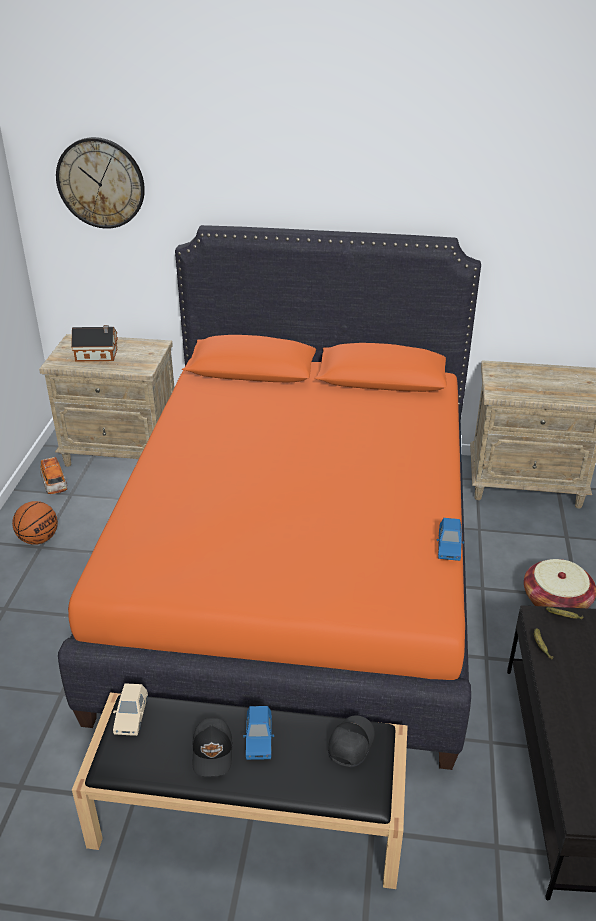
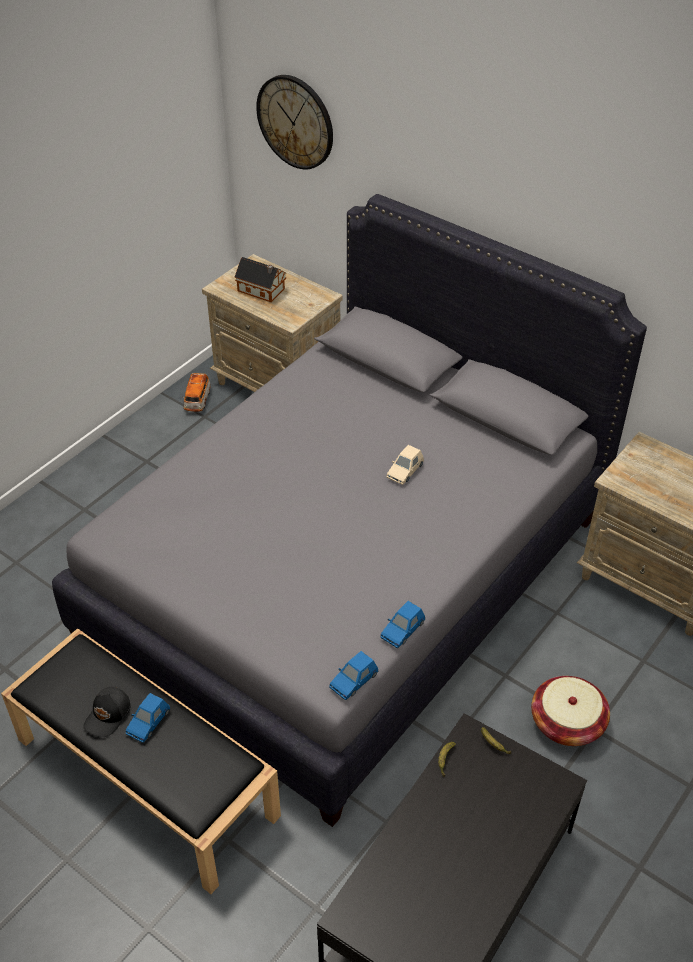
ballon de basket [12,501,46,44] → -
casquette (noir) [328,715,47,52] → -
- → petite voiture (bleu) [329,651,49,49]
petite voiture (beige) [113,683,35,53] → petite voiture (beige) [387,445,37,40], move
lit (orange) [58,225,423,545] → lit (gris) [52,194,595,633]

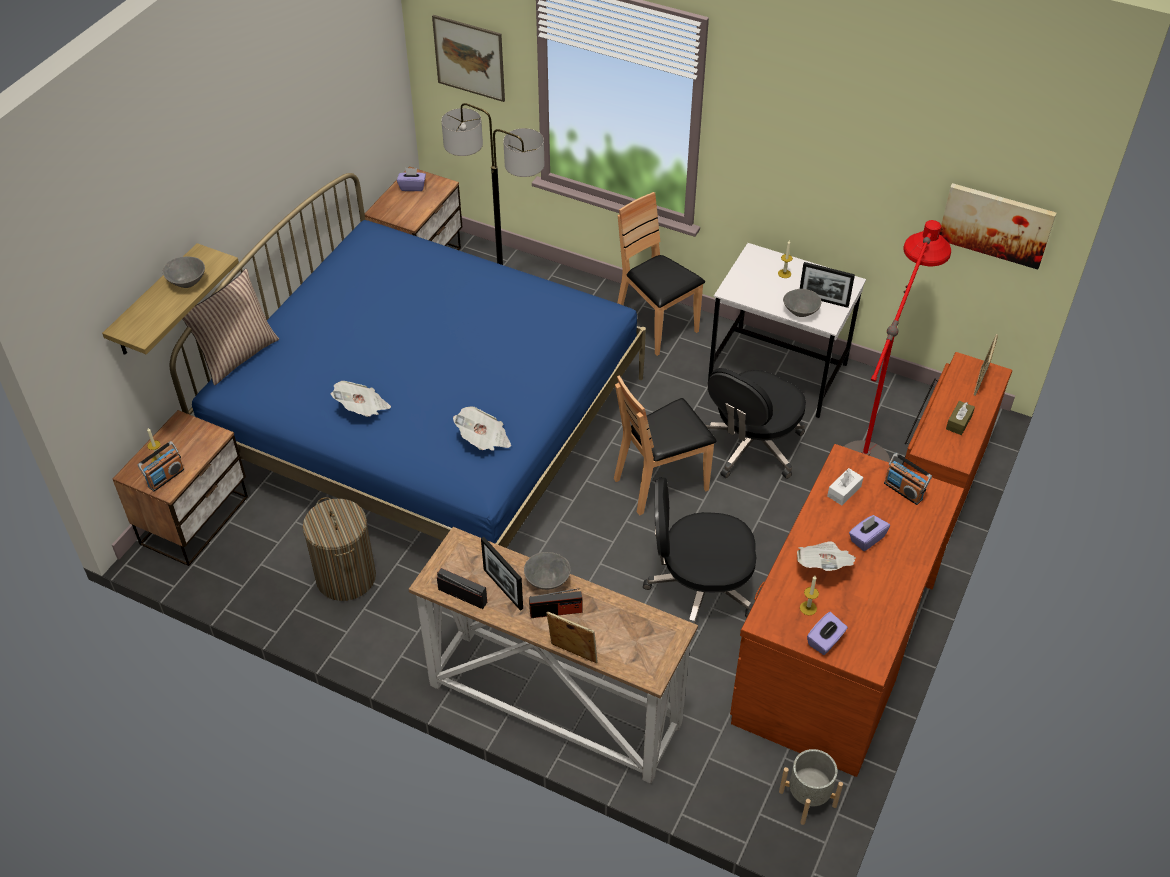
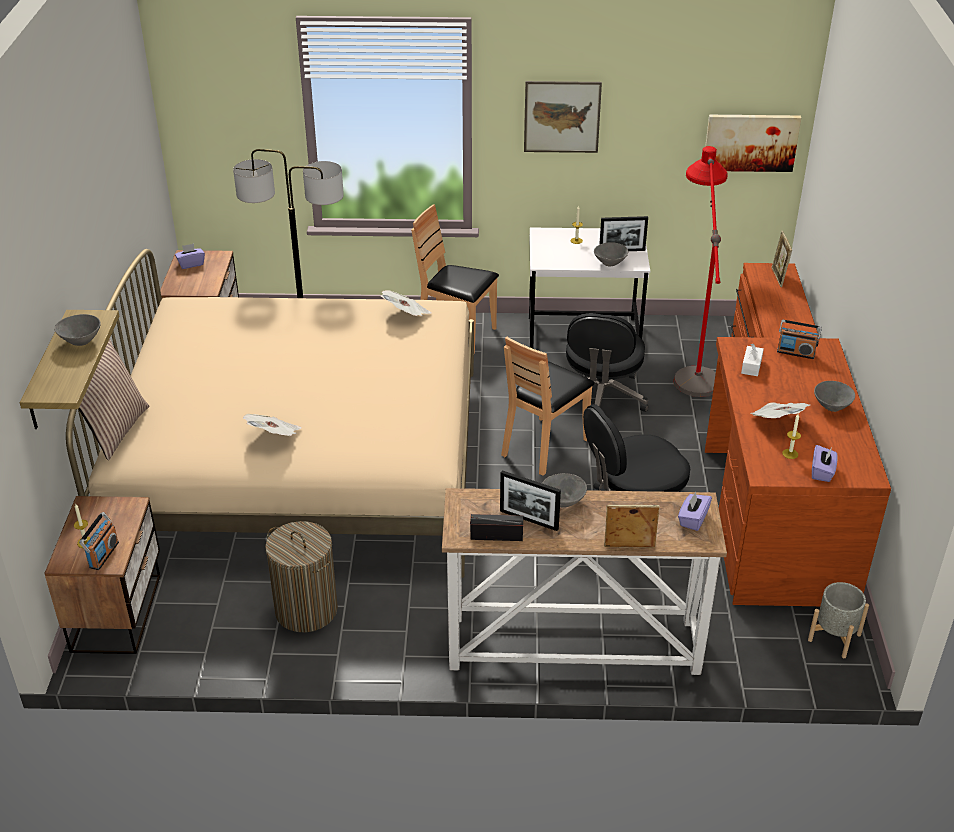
radio [529,588,54,30] → -
boîte à mouchoirs (marron) [946,401,29,34] → -
- → bol (gris) [814,381,41,31]
tableau [432,15,73,87] → tableau [524,81,78,72], move
journal [453,406,58,45] → journal [381,290,51,26], move
boîte à mouchoirs (violet) [849,515,41,36] → boîte à mouchoirs (violet) [678,492,34,39], move
lit (bleu) [170,173,476,375] → lit (beige) [66,249,408,329]

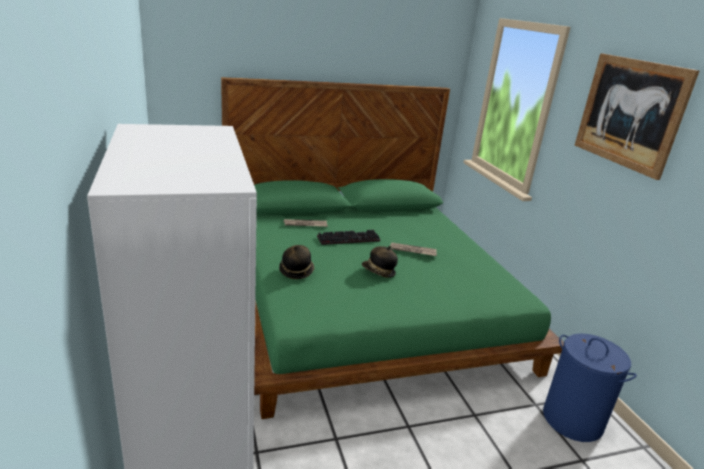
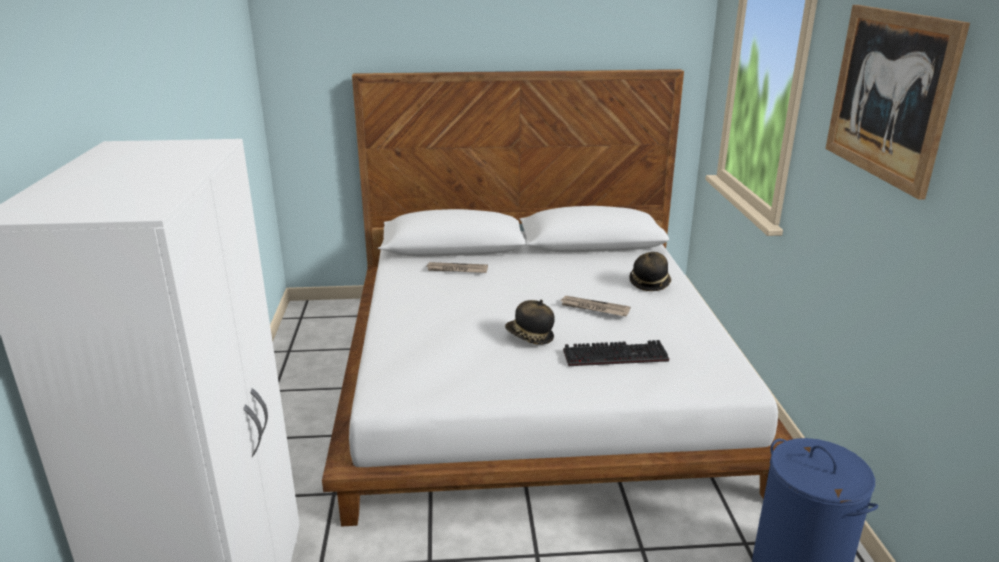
chapeau [279,245,35,34] → chapeau [629,252,42,39], move
clavier [317,230,63,15] → clavier [563,340,106,26], move
lit (vert) [221,77,343,342] → lit (blanc) [322,69,471,457]

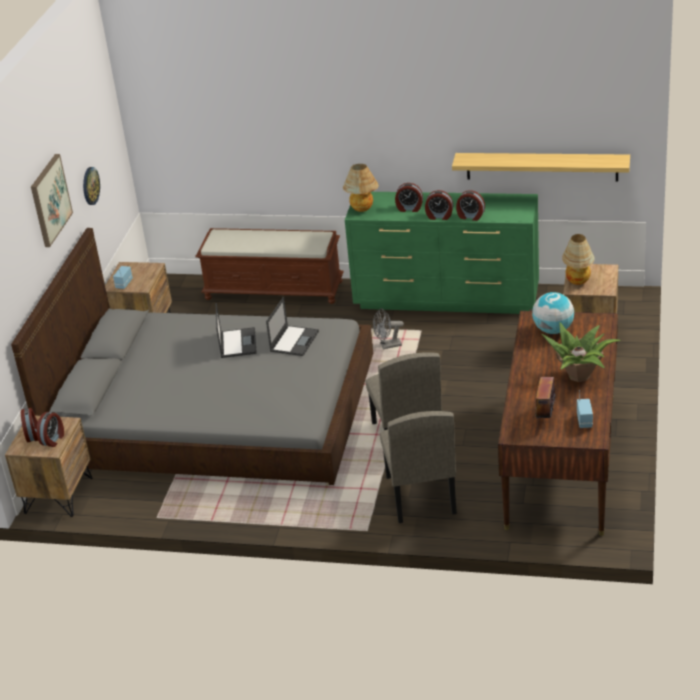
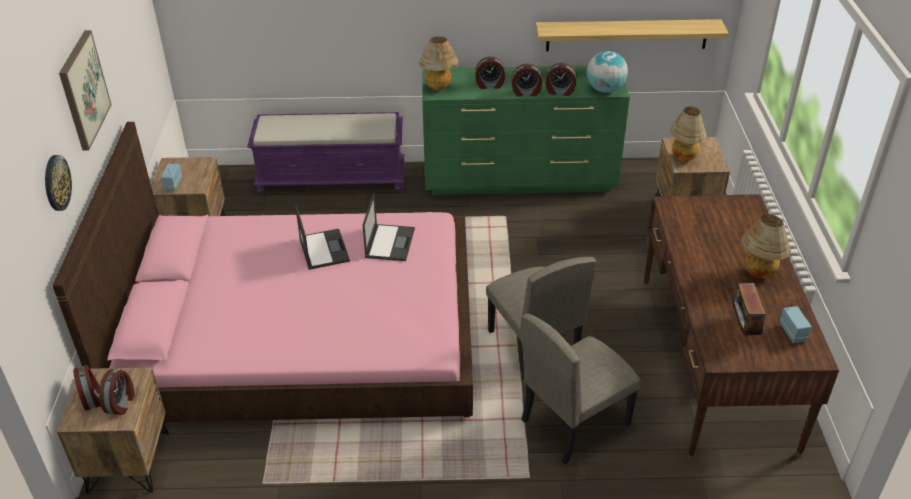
ventilateur (gris) [373,308,31,41] → -
horloge murale [83,167,17,38] → horloge murale [45,155,27,56], move
globe [532,292,42,42] → globe [587,51,41,42], move
plante en pot [542,322,78,60] → lampe de table [741,214,50,65]
lit (gris) [11,228,362,257] → lit (rose) [52,122,421,300]
banc (marron) [195,228,149,76] → banc (violet) [247,112,158,81]
chaise (beige) [380,411,77,112] → chaise (beige) [521,313,120,151], 75 degrees clockwise

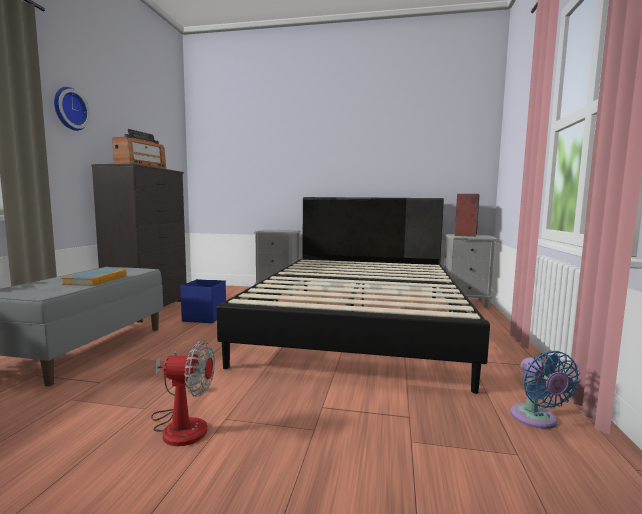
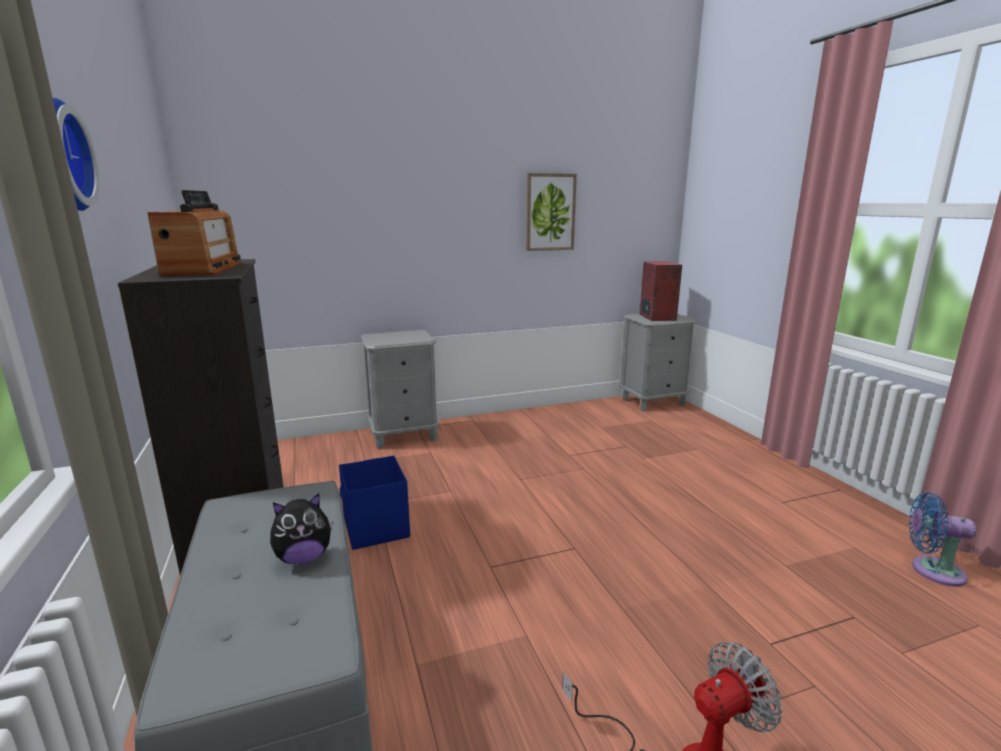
lit (noir) [217,197,273,197] → -
- → tableau [526,173,51,78]
livre [62,269,65,17] → peluche [270,493,63,72]
ventilateur (bleu) [511,351,69,78] → ventilateur (bleu) [909,492,67,94], 150 degrees clockwise

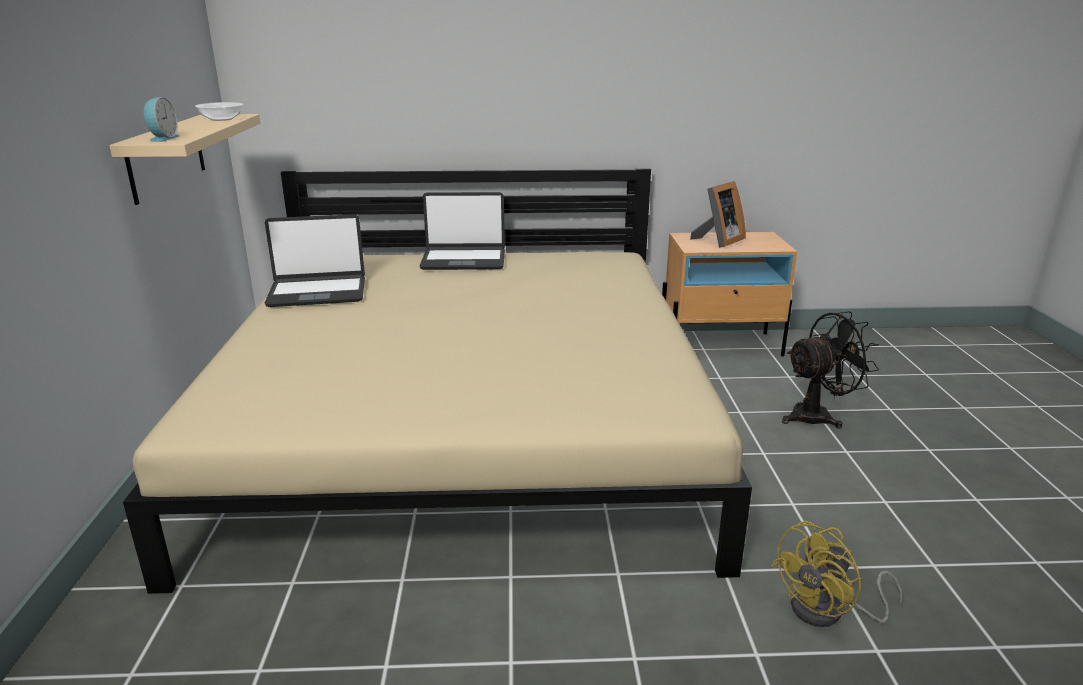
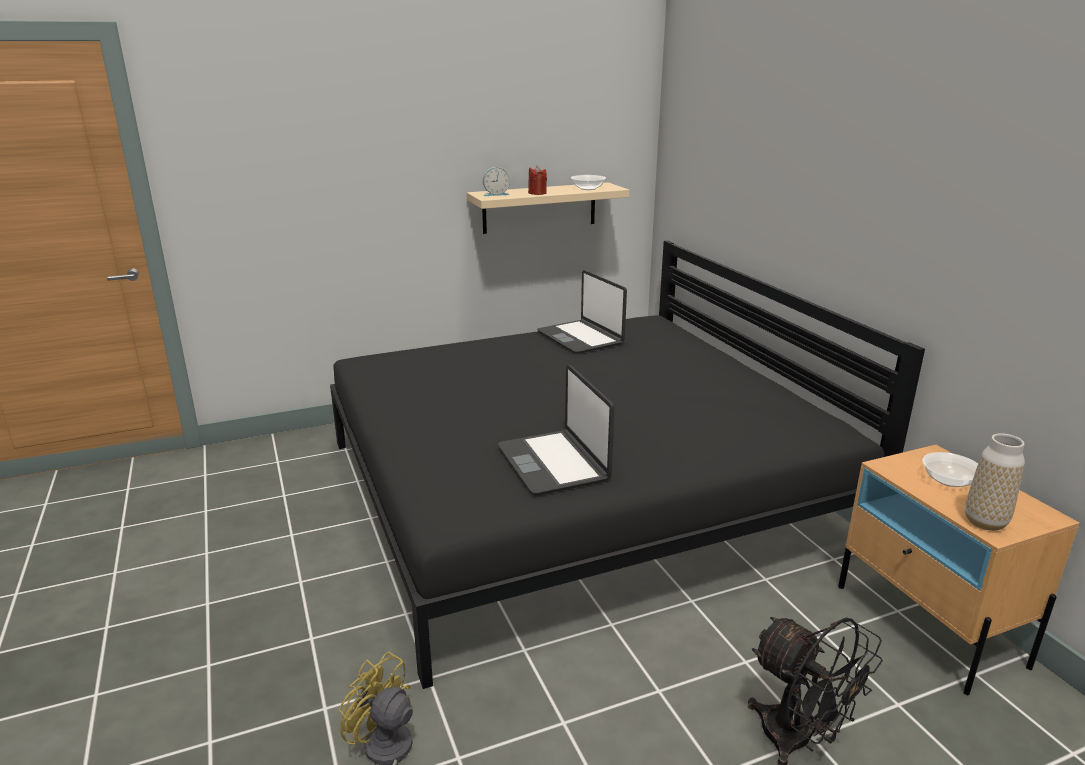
- → bougie (rouge) [528,166,19,29]
- → vase [965,433,60,98]
ordinateur portable [420,192,85,78] → ordinateur portable [498,365,117,131], move
cadre photo [690,181,56,67] → bol [922,452,56,35]
lit (beige) [123,168,629,426] → lit (noir) [330,240,595,449]

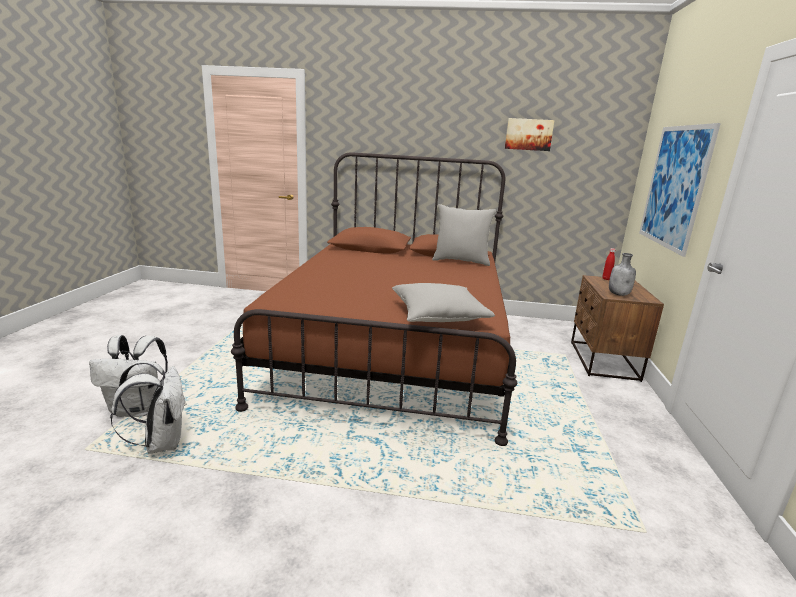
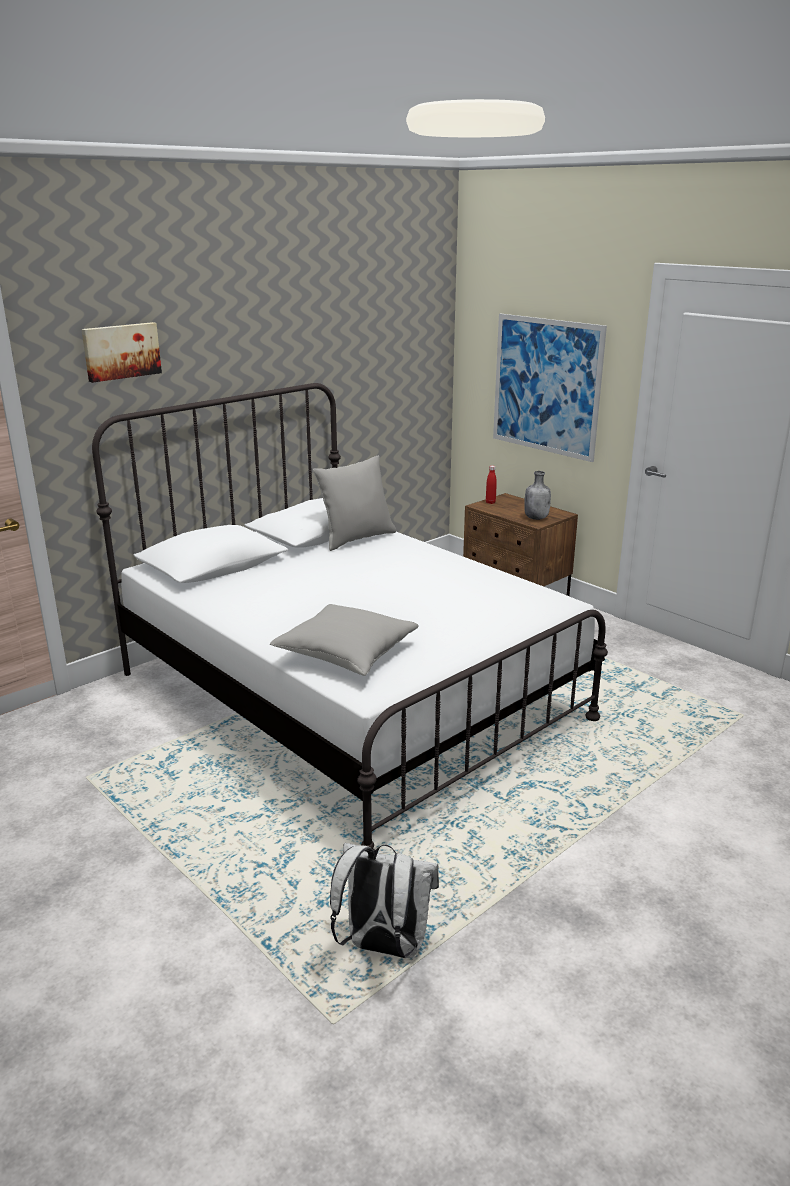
sac à dos (blanc) [89,335,79,82] → -
coussin (gris) [392,283,103,39] → coussin (gris) [270,604,149,72], move
tableau [505,118,49,33] → tableau [81,322,81,61], move
lit (marron) [231,152,286,294] → lit (blanc) [92,383,516,468]

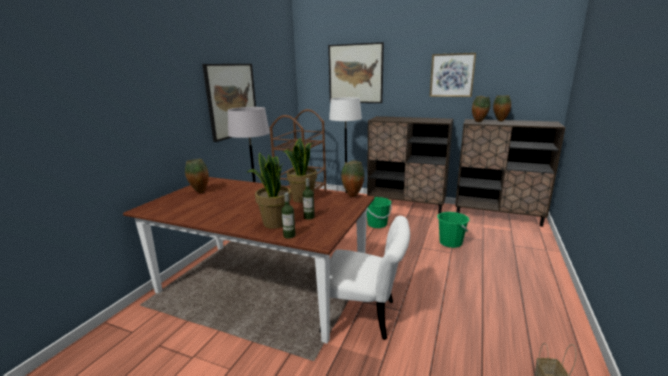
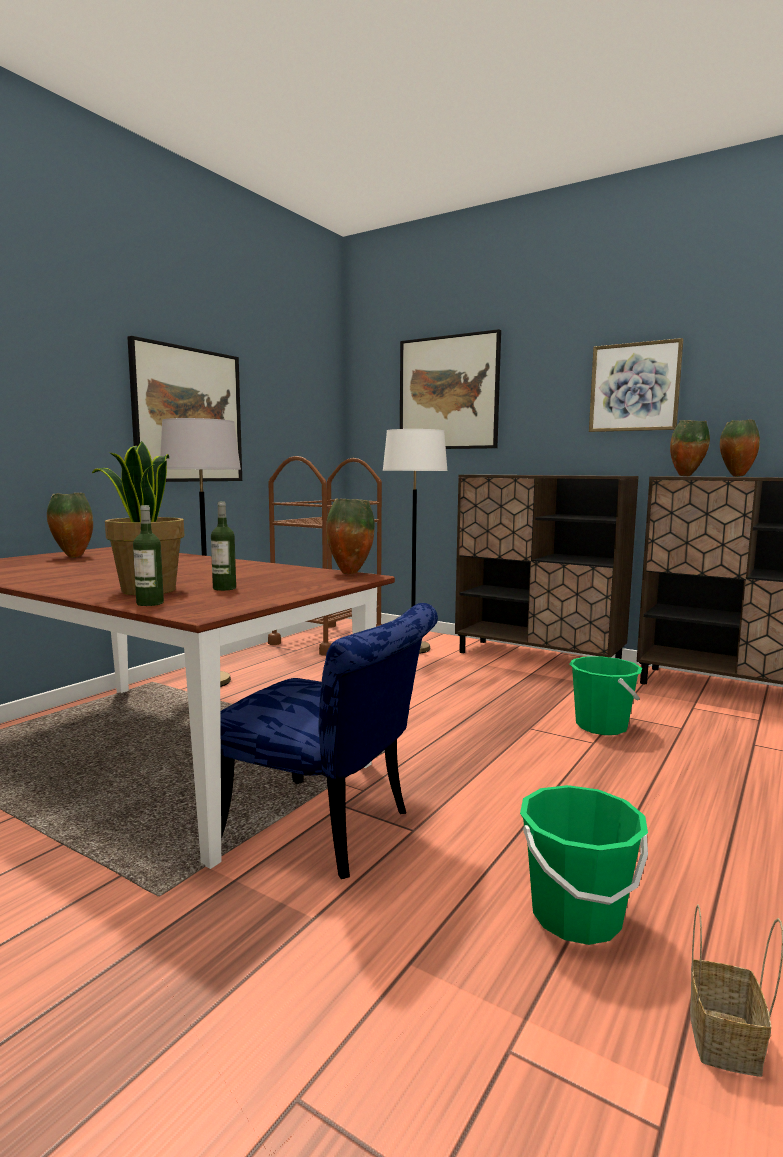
plante en pot [283,138,34,65] → -
seau (vert) [367,197,25,31] → seau (vert) [520,785,128,160], move
chaise (blanc) [319,216,91,124] → chaise (bleu) [220,603,218,276]

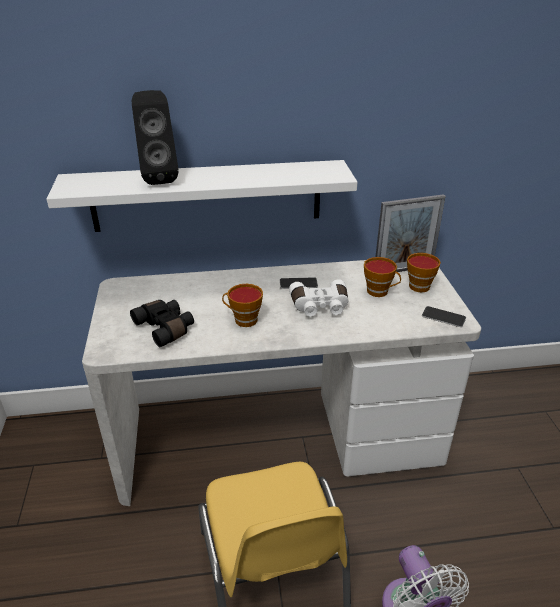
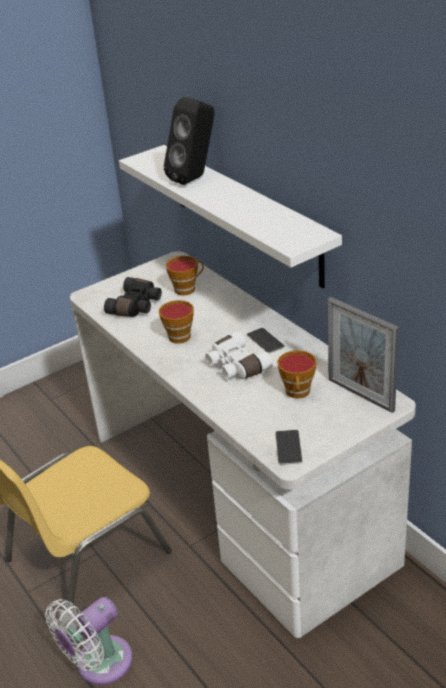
tasse [407,253,34,39] → tasse [166,256,38,40], move

